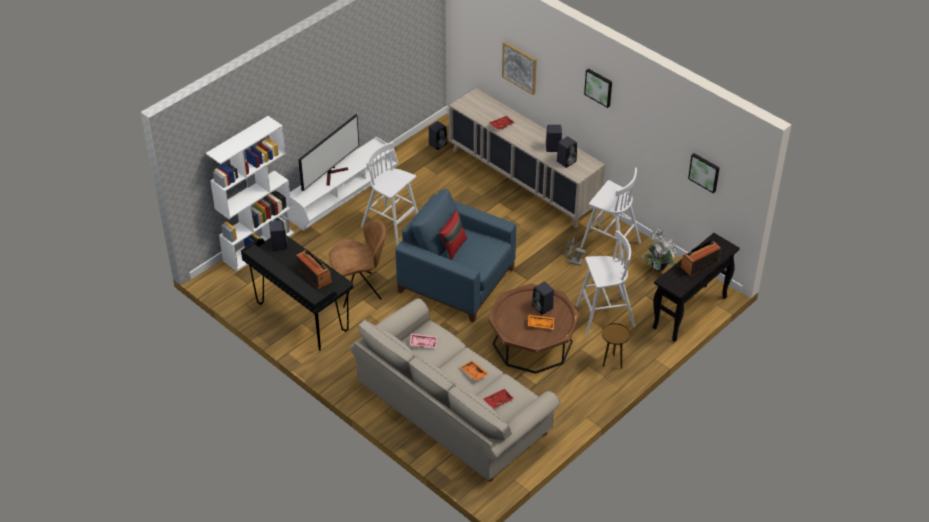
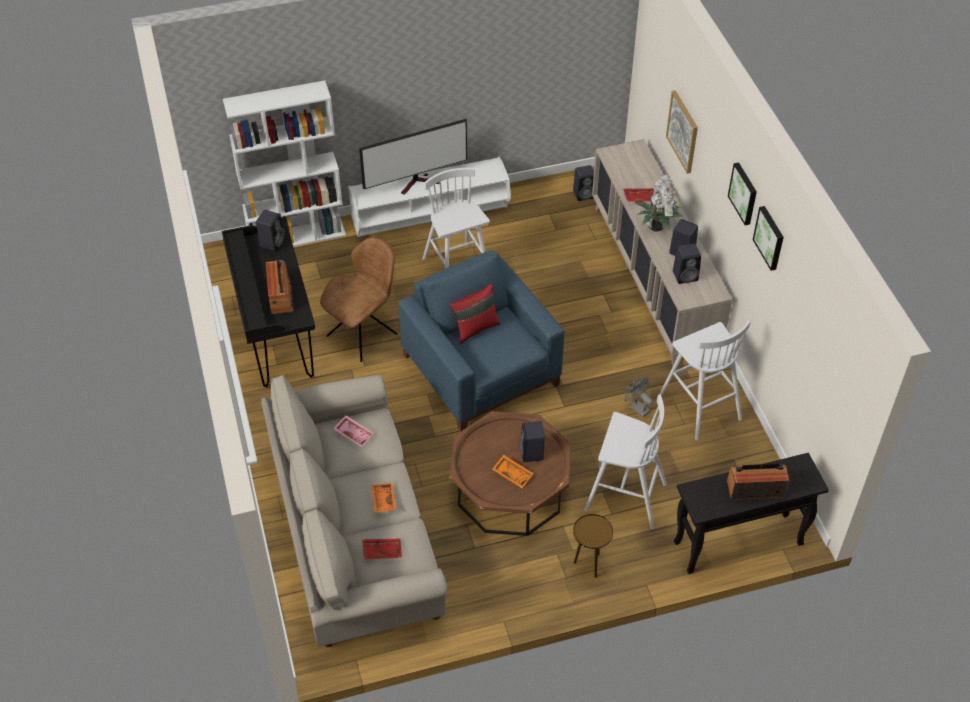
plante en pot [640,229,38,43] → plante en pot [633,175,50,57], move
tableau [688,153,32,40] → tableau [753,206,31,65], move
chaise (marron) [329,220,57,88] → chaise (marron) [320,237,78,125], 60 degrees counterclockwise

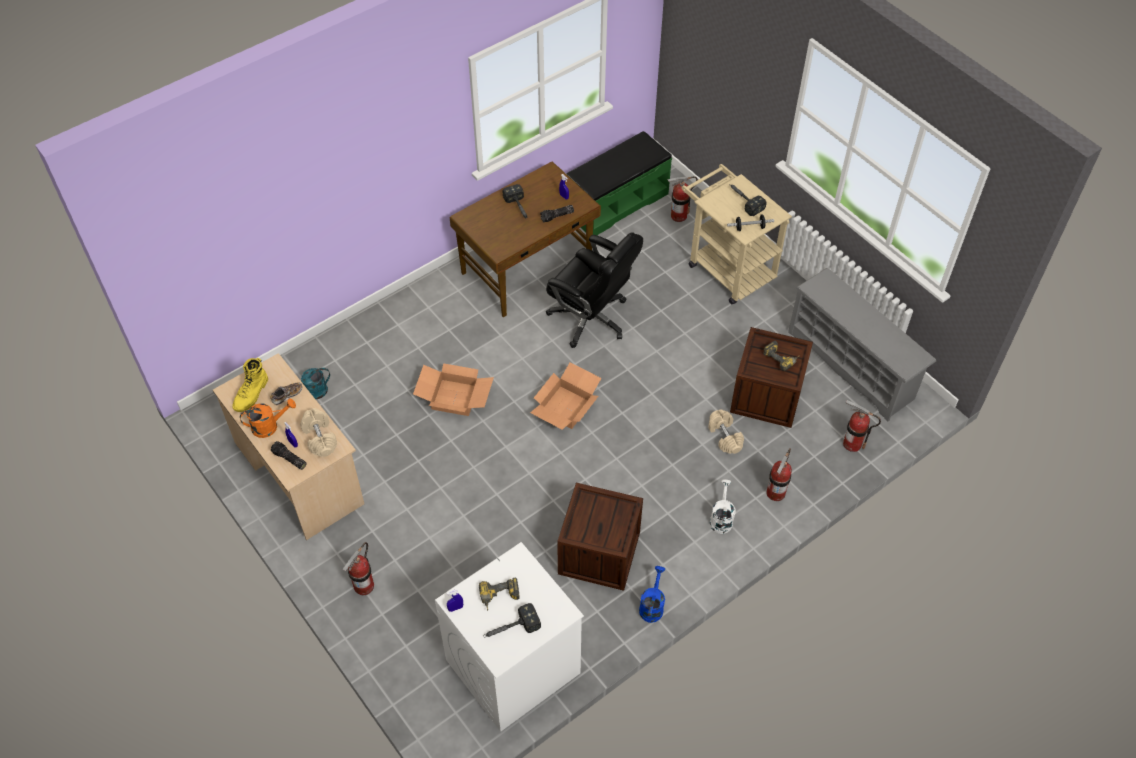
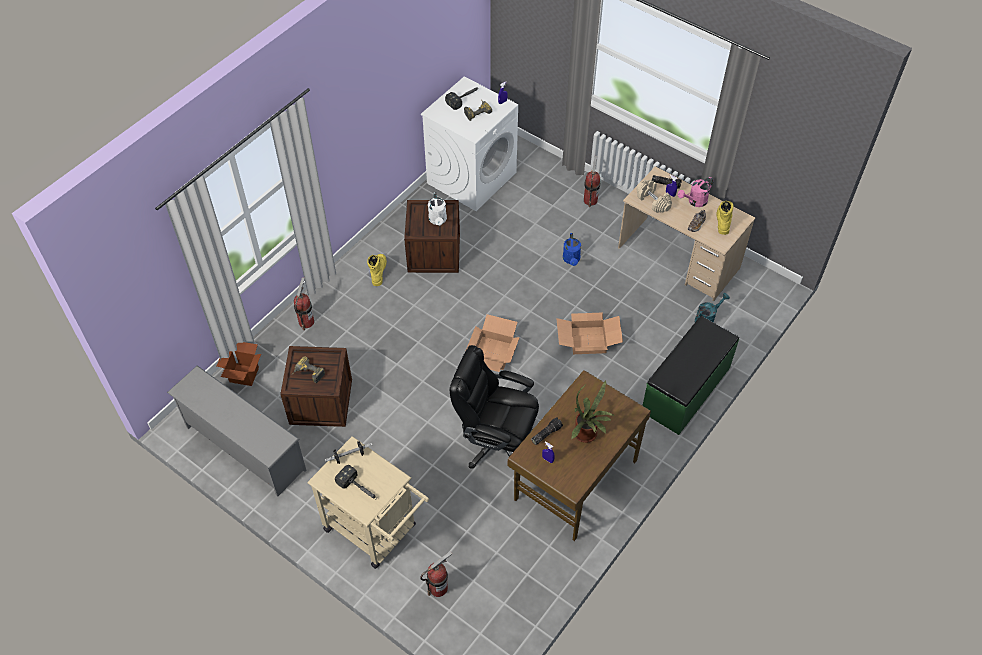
haltère (beige) [708,409,36,45] → -
- → botte (jaune) [367,254,20,32]
banc (vert) [566,131,106,104] → banc (vert) [642,316,97,119], move
arrosoir (bleu) [639,566,26,57] → arrosoir (bleu) [563,233,18,33], move
arrosoir (blanc) [710,479,26,55] → arrosoir (blanc) [428,192,19,33], move
marteau [502,184,26,35] → plante en pot [571,381,44,62]
extincteur [843,400,38,52] → carton [217,342,44,44]
arrosoir (orange) [240,399,56,39] → arrosoir (rose) [678,177,36,30]

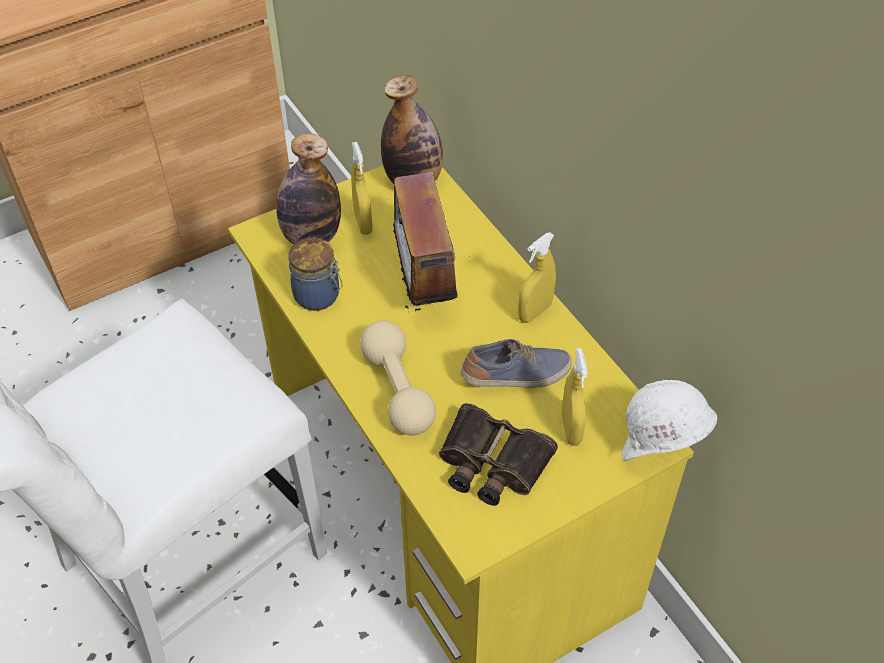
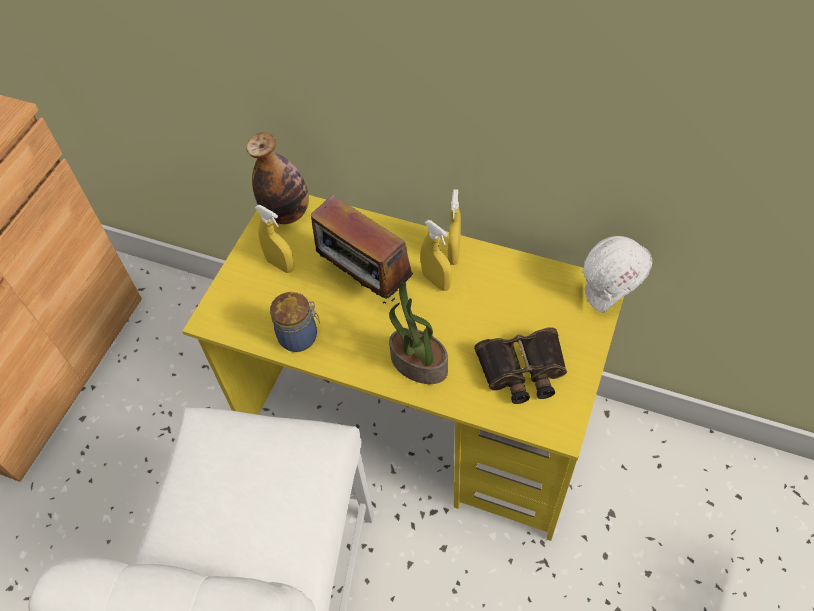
bouteille [276,133,65,112] → -
chaussure [461,339,111,49] → -
vaporisateur (jaune) [562,348,26,98] → vaporisateur (jaune) [421,220,31,71], move
haltère (beige) [360,321,76,114] → plante en pot [389,282,59,102]

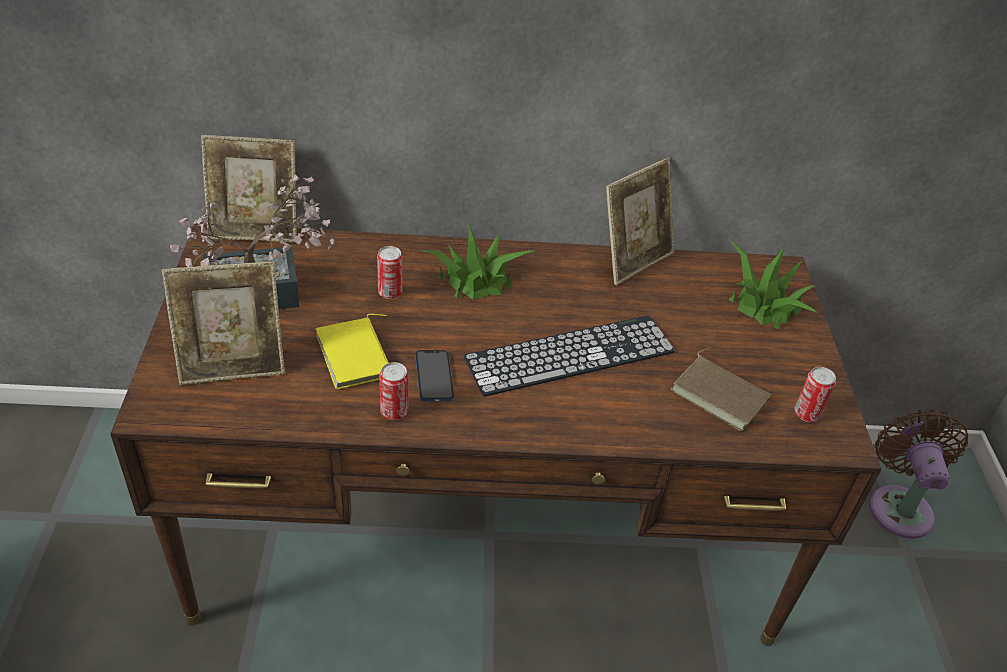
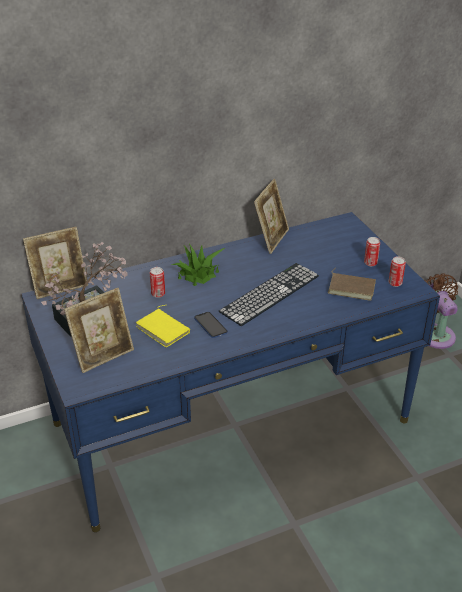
plante en pot [729,239,90,90] → -
boîte métallique [379,362,29,58] → boîte métallique [364,237,16,29], move
bureau (marron) [111,223,771,423] → bureau (bleu) [21,212,419,320]

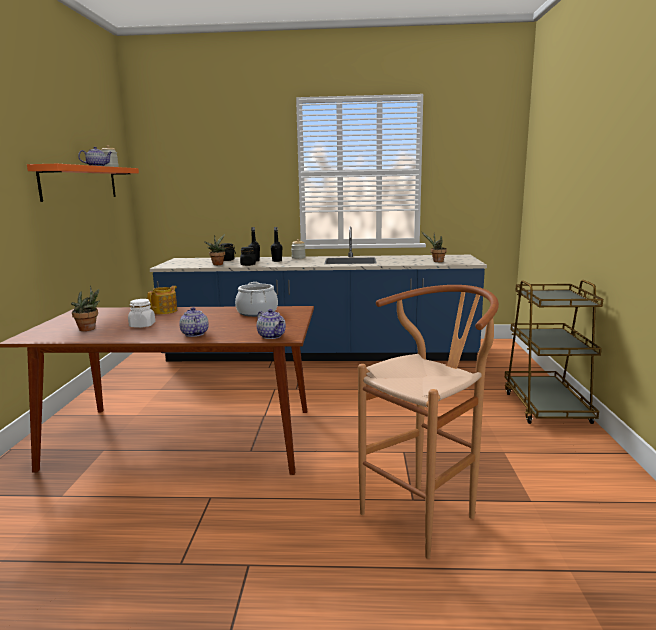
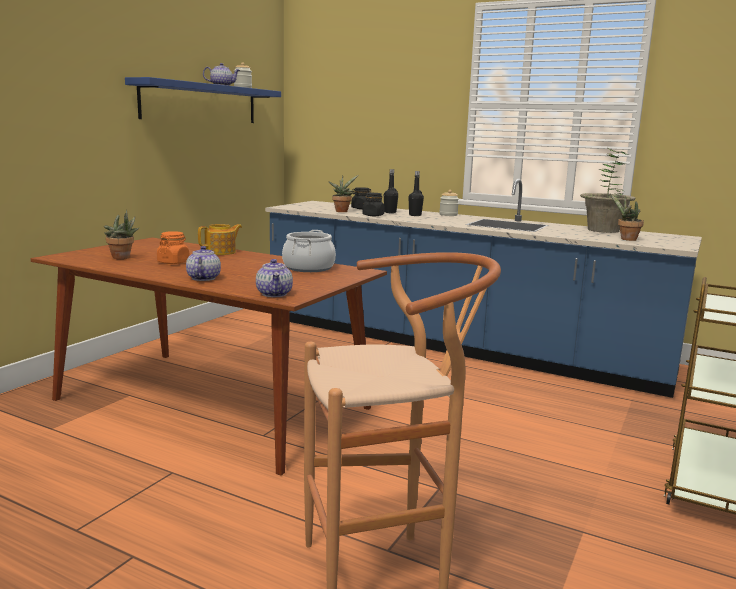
- → plante en pot [580,148,56,85]
étagère (orange) [27,164,112,38] → étagère (bleu) [125,77,156,46]
bocal (blanc) [128,299,27,29] → bocal (orange) [157,231,32,33]

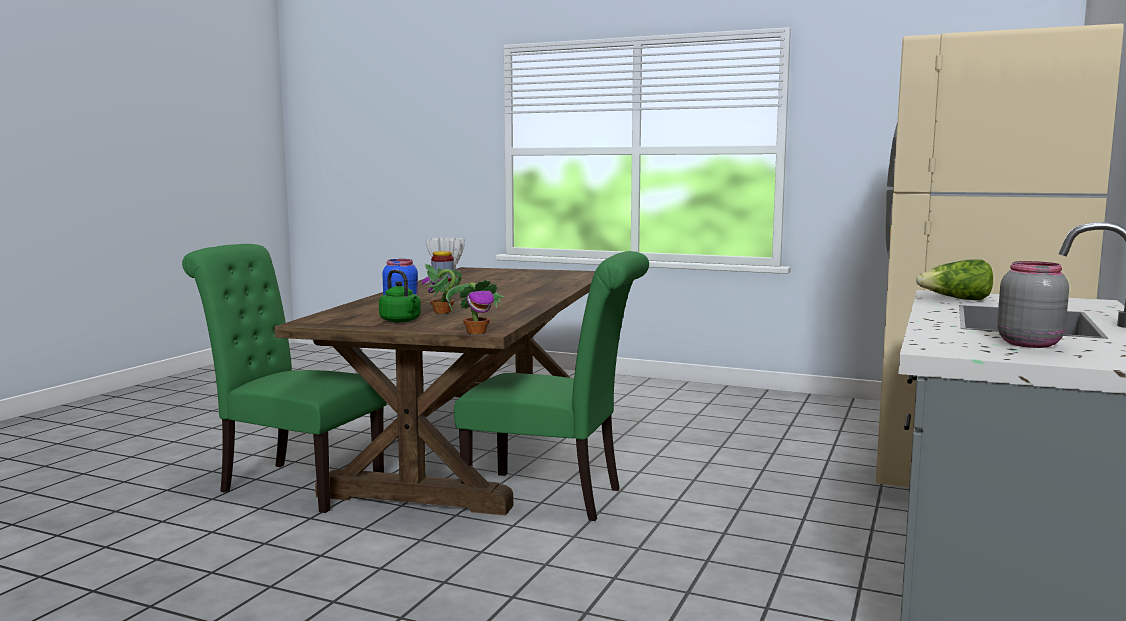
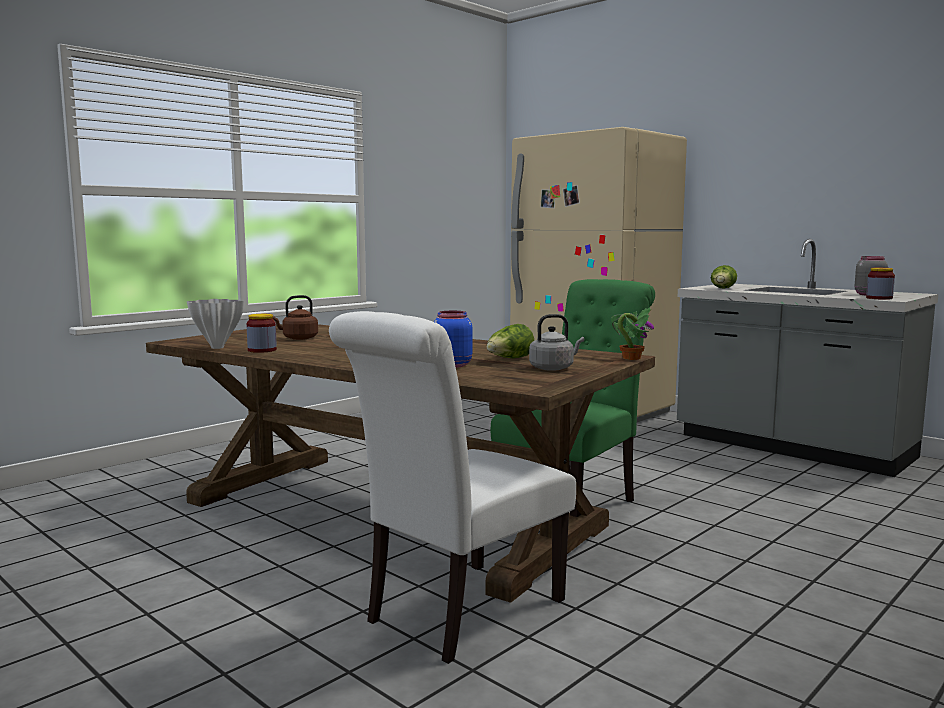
- → bouilloire (marron) [273,295,45,45]
- → bocal [866,268,29,32]
plante en pot [422,264,40,50] → laitue [486,324,48,34]
chaise (vert) [182,244,205,269] → chaise (blanc) [329,311,247,353]
bouilloire (vert) [379,270,42,52] → bouilloire (gris) [529,314,55,57]

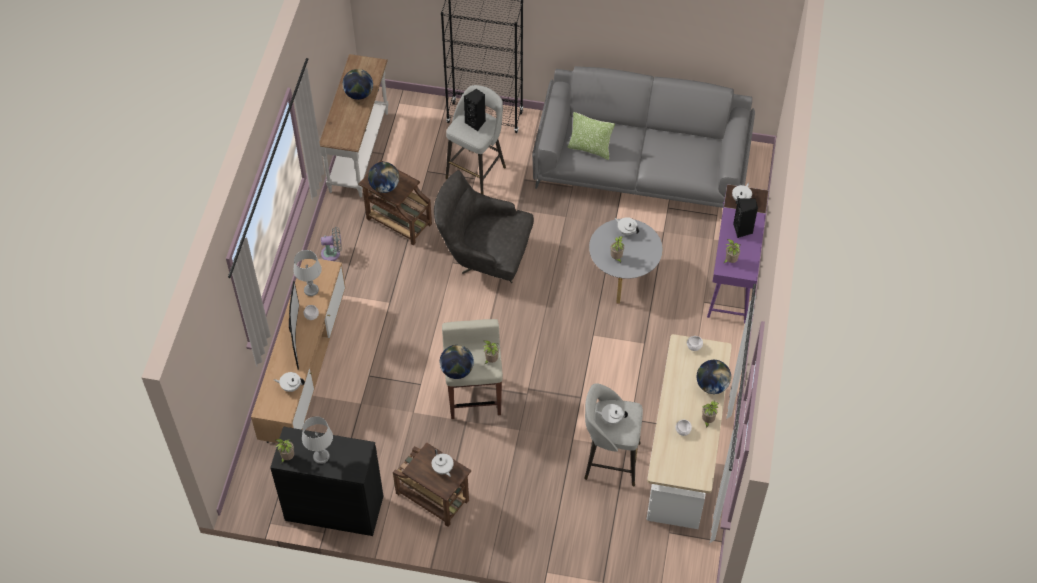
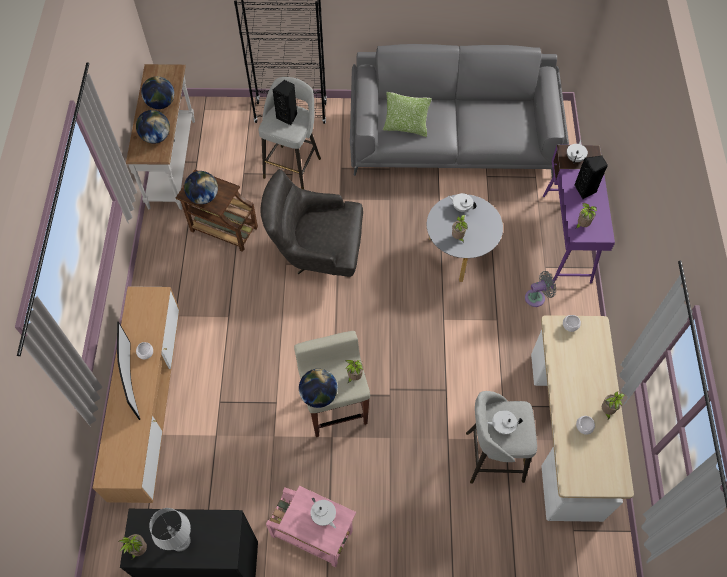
théière (blanc) [274,372,31,20] → -
lampe de table (gris) [293,250,29,46] → -
ventilateur (gris) [321,227,21,34] → ventilateur (gris) [525,271,31,36], move
globe [697,360,34,34] → globe [136,110,34,34], move
table d'appoint (marron) [393,443,78,84] → table d'appoint (rose) [266,486,90,81]

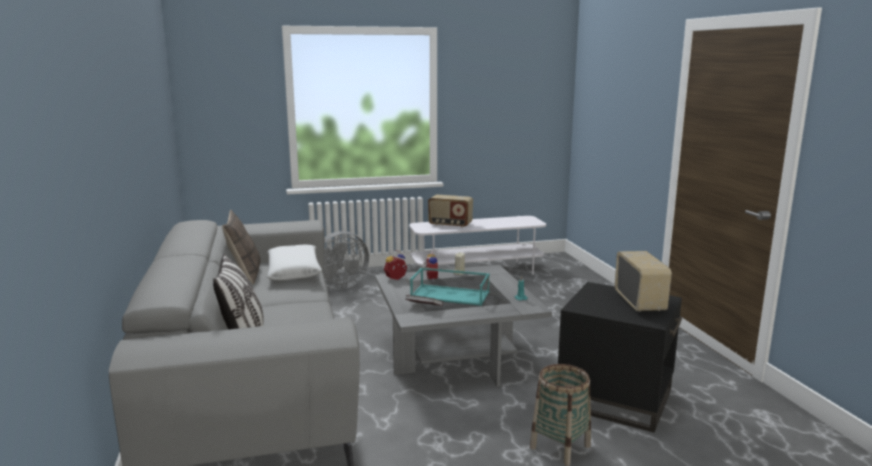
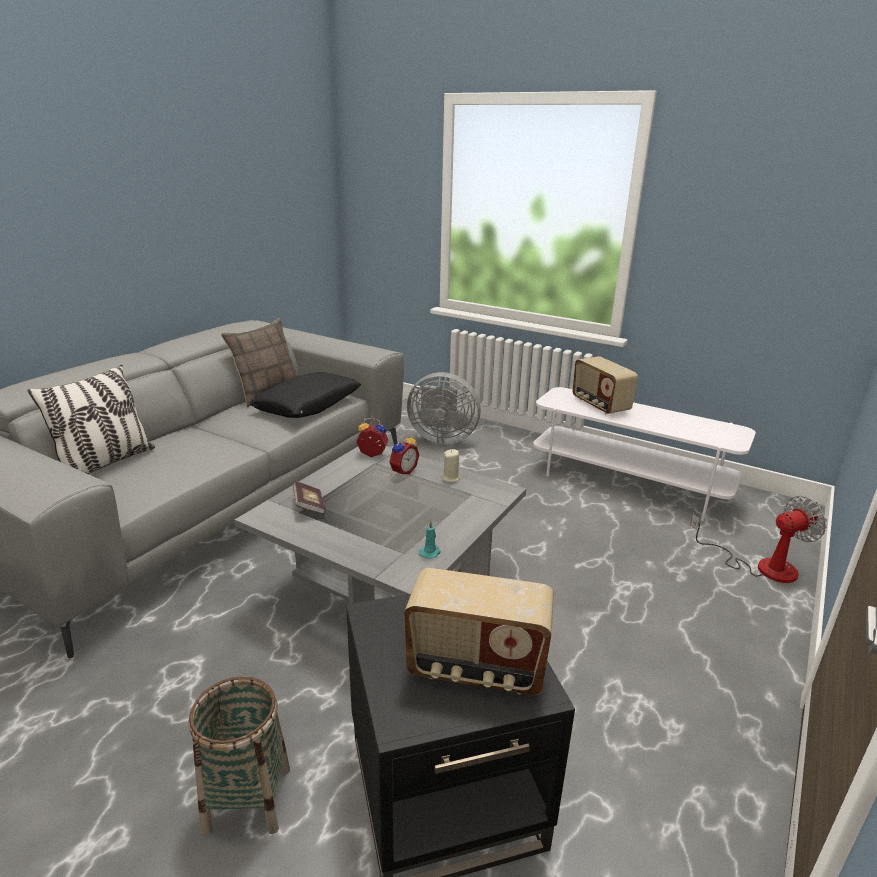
plateau (turquoise) [410,267,80,39] → -
- → ventilateur [690,496,137,87]
coussin (blanc) [267,245,55,36] → coussin (noir) [250,372,111,46]
radio [615,251,57,61] → radio [404,568,150,127], 60 degrees clockwise

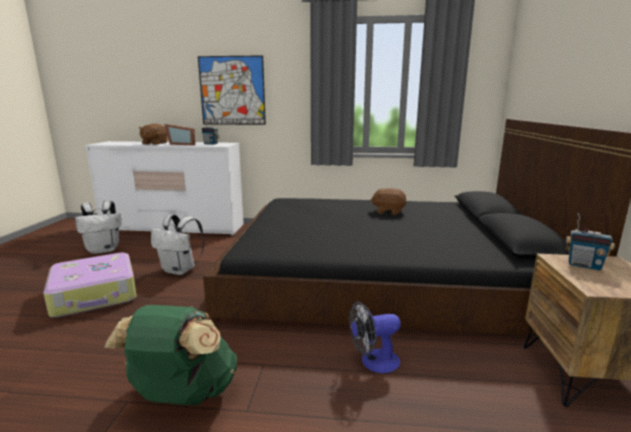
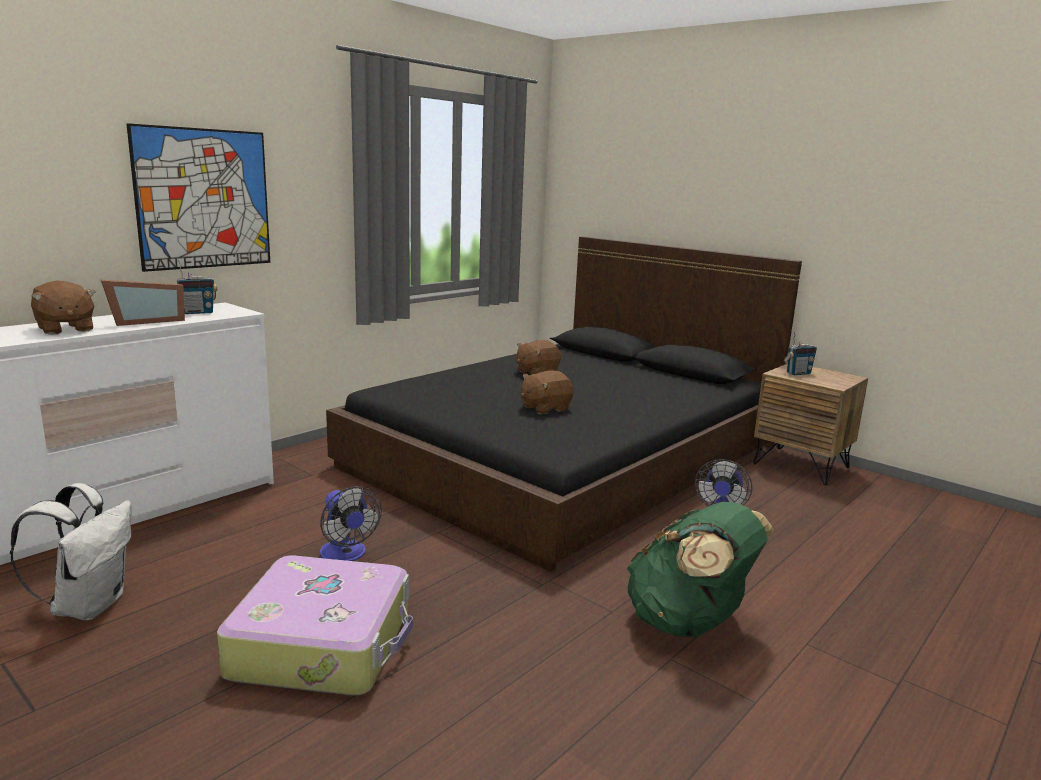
- → peluche (marron) [521,371,53,44]
sac à dos (blanc) [151,215,54,60] → ventilateur [320,486,62,75]

